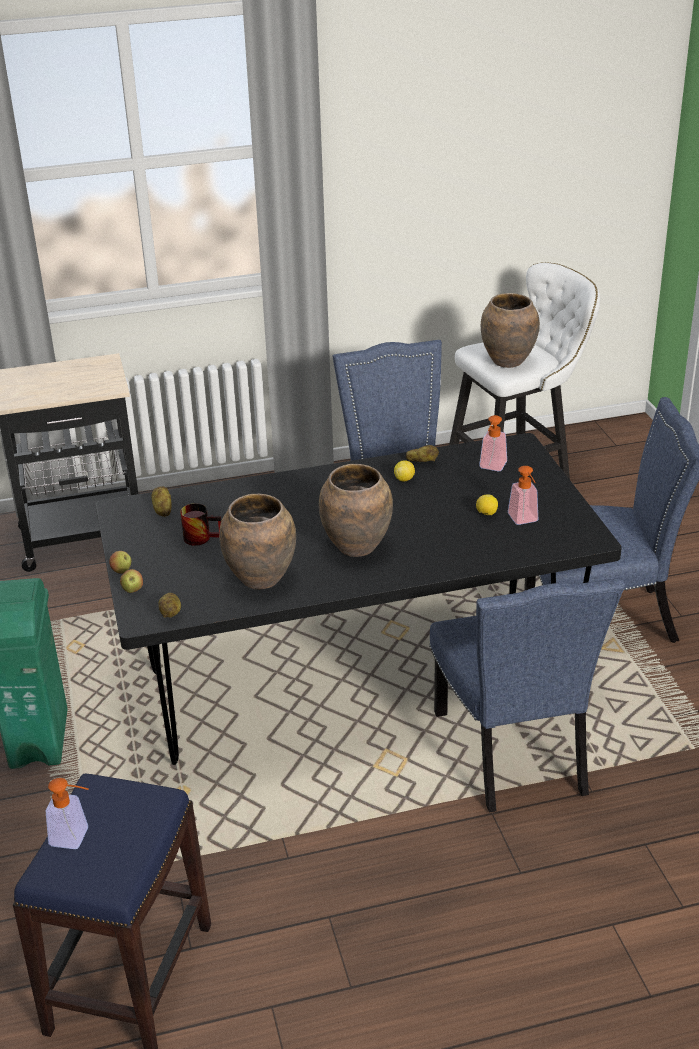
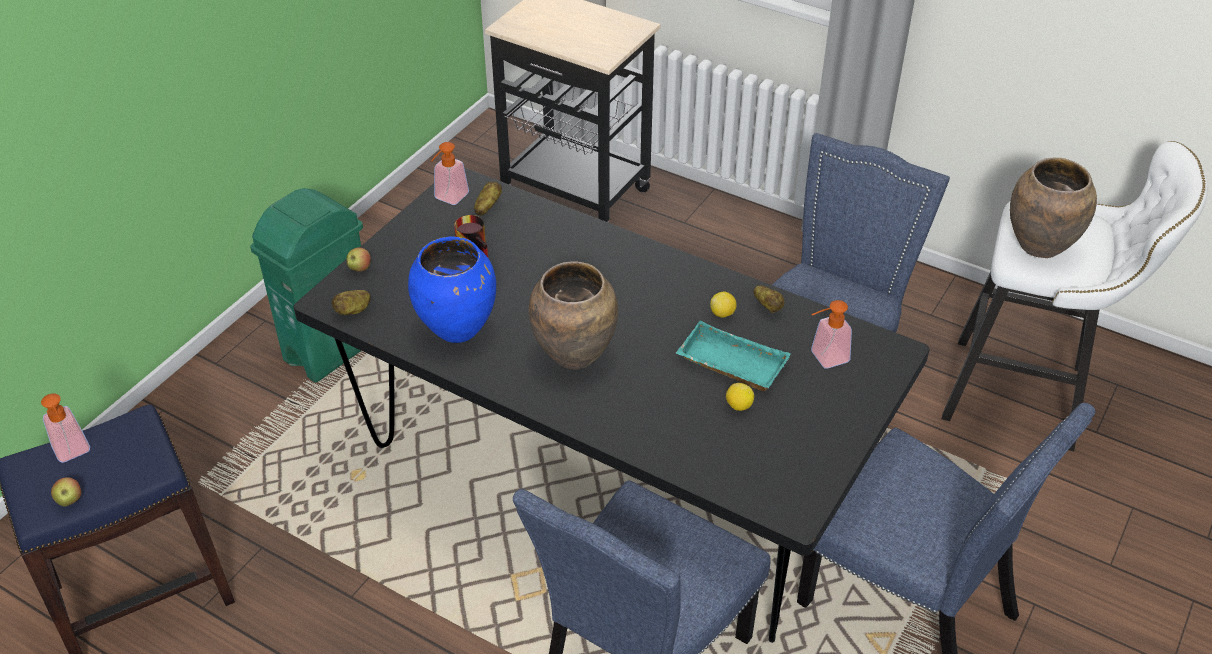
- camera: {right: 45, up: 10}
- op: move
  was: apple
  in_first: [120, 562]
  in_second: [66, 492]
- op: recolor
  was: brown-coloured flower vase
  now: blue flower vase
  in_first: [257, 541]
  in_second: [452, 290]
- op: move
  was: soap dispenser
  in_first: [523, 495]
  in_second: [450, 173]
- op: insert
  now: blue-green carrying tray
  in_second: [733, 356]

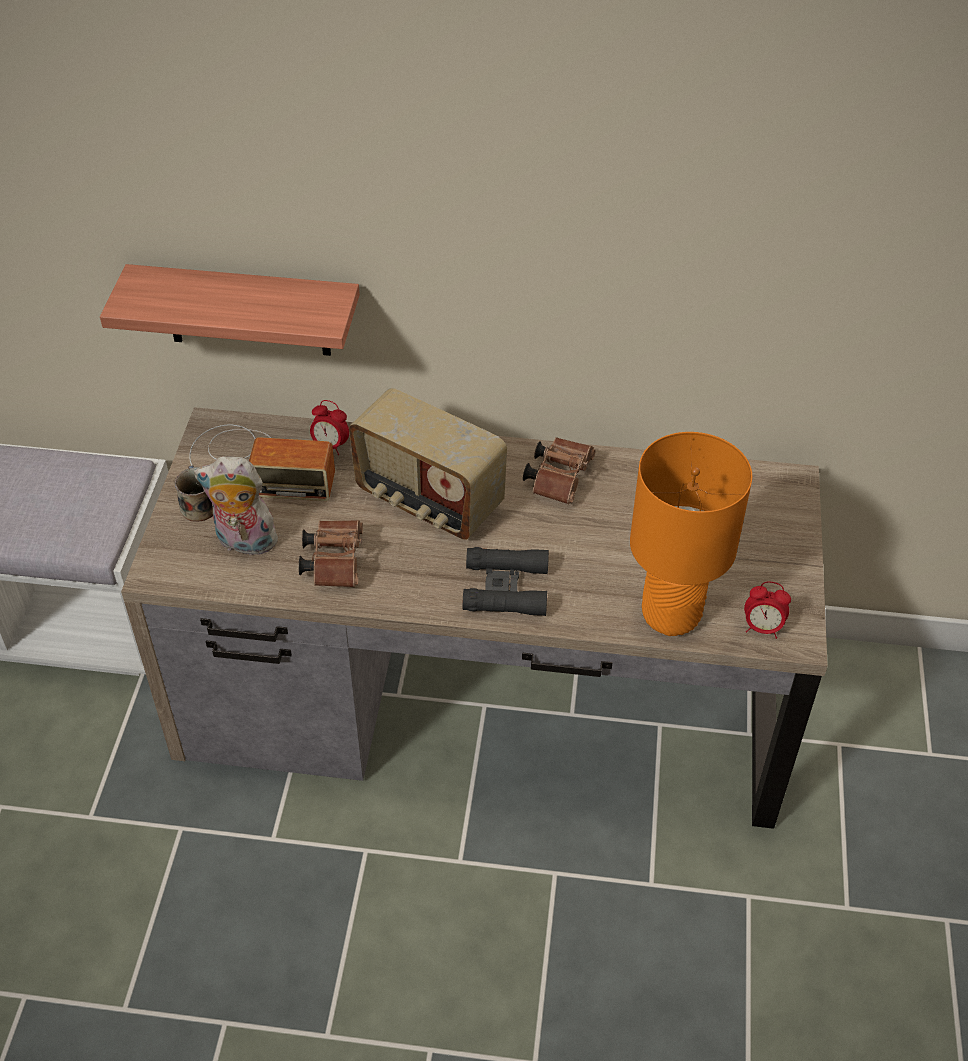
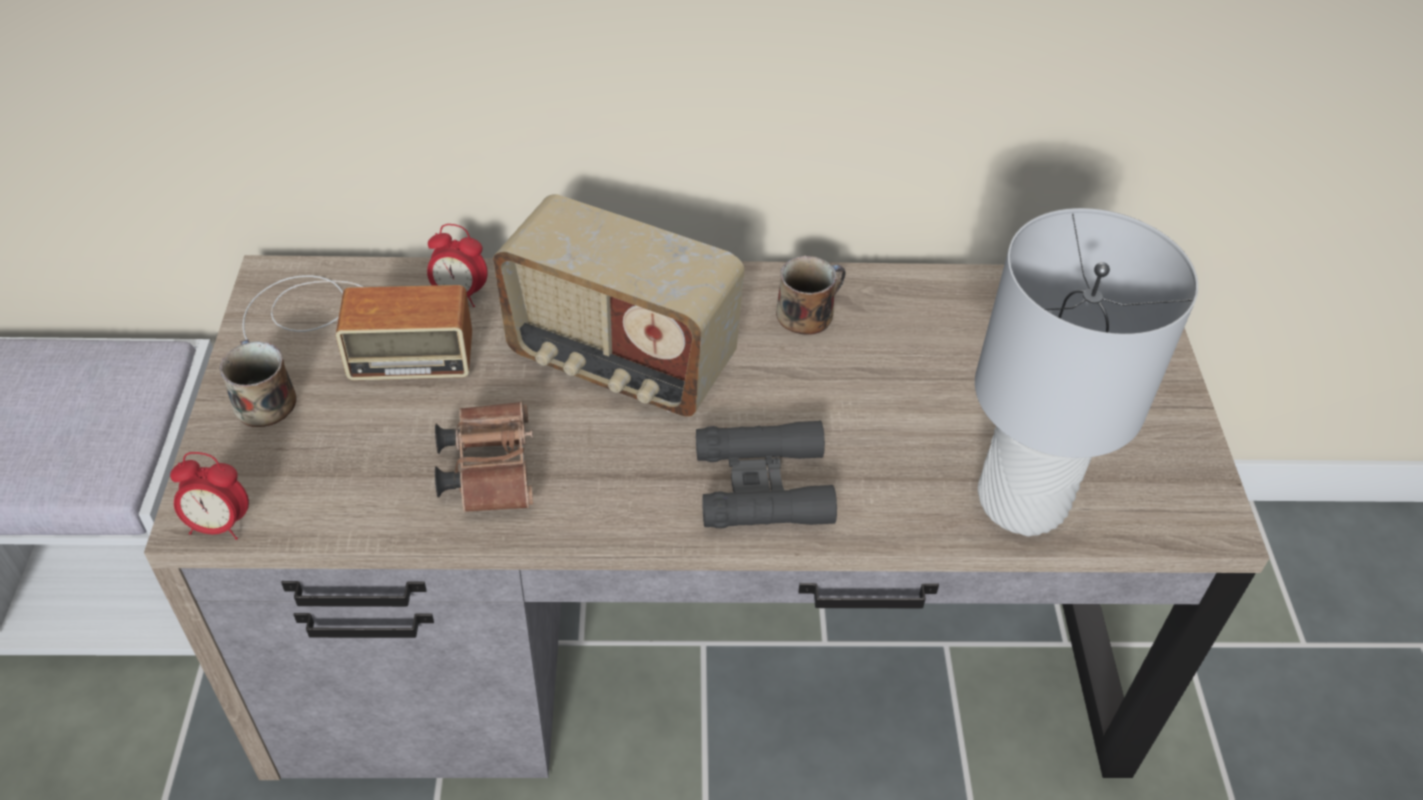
- camera: {right: -10, up: 0}
- op: move
  was: bedside clock
  in_first: [767, 610]
  in_second: [209, 496]
- op: replace
  was: brown-coloured field glasses
  now: mug
  in_first: [559, 471]
  in_second: [811, 295]
- op: recolor
  was: orange lamp for a table
  now: gray lamp for a table
  in_first: [691, 534]
  in_second: [1086, 372]
- op: delete
  was: shelf
  in_first: [230, 310]
- op: delete
  was: plush toy
  in_first: [237, 506]

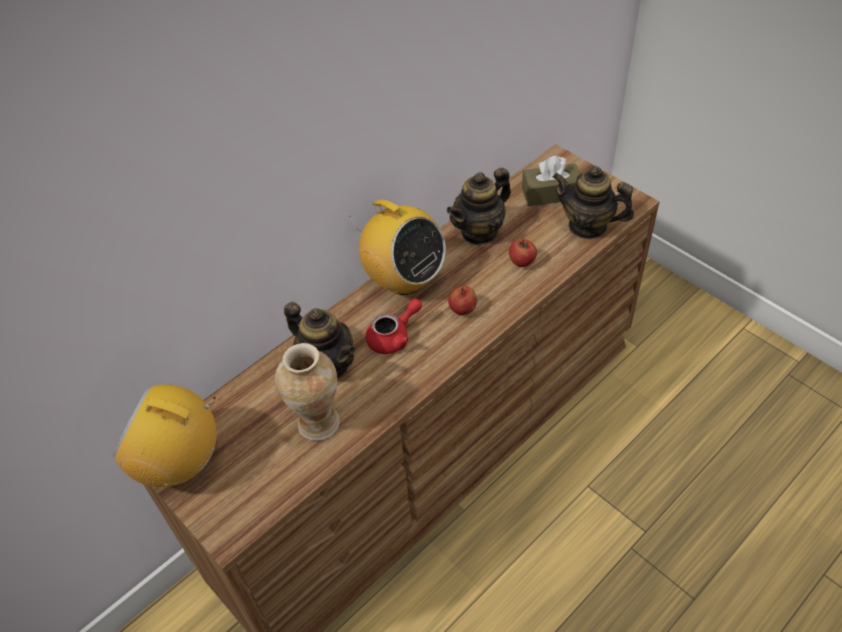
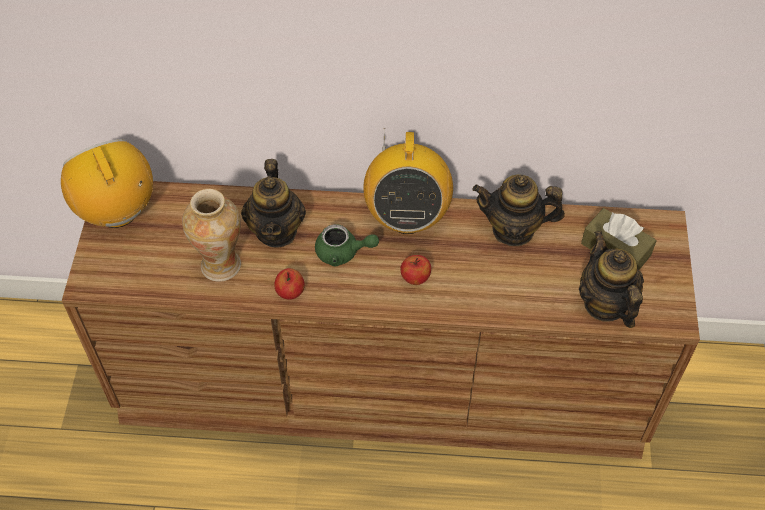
- camera: {right: 45, up: 5}
- op: move
  was: apple
  in_first: [523, 253]
  in_second: [289, 284]
- op: recolor
  was: red pot for tea
  now: green-coloured pot for tea
  in_first: [394, 326]
  in_second: [347, 245]

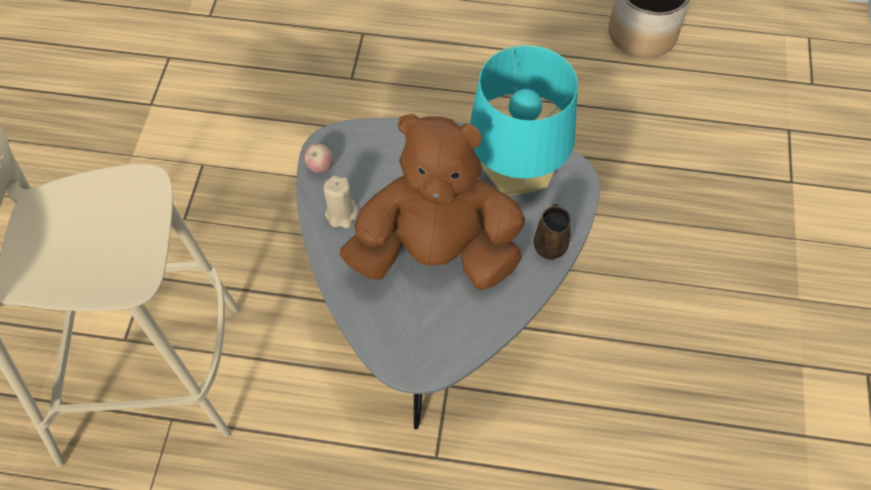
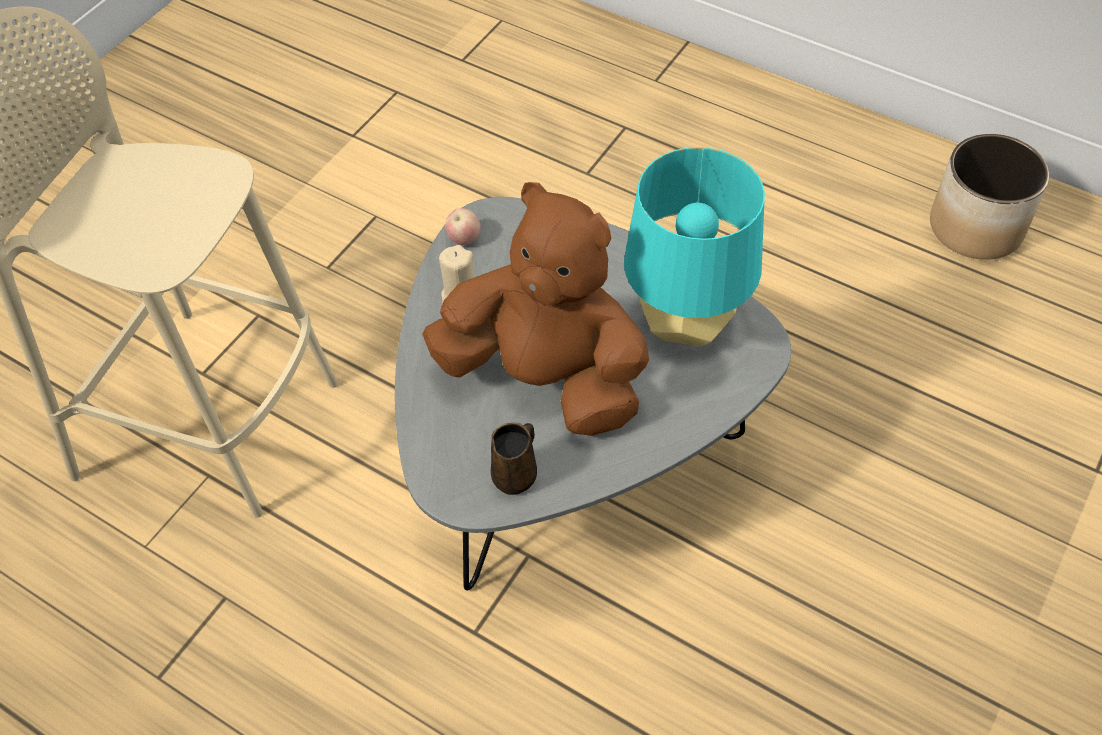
- camera: {right: 25, up: -5}
- op: move
  was: brown-coloured mug
  in_first: [552, 232]
  in_second: [514, 459]

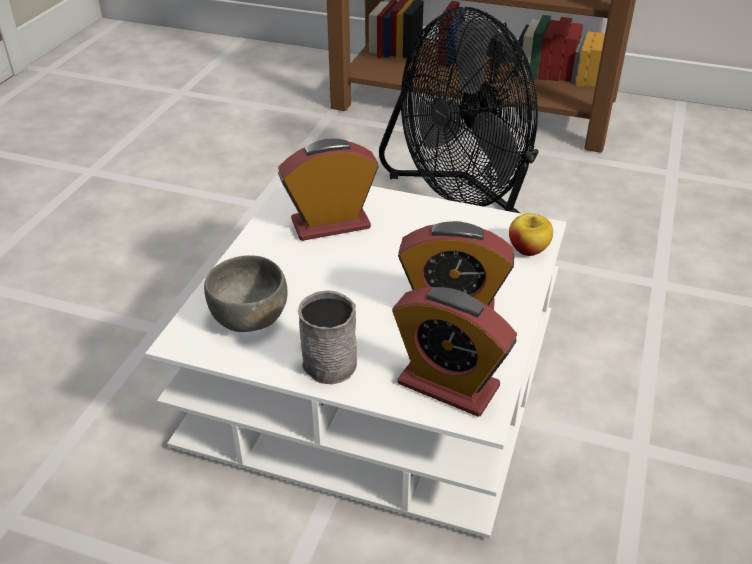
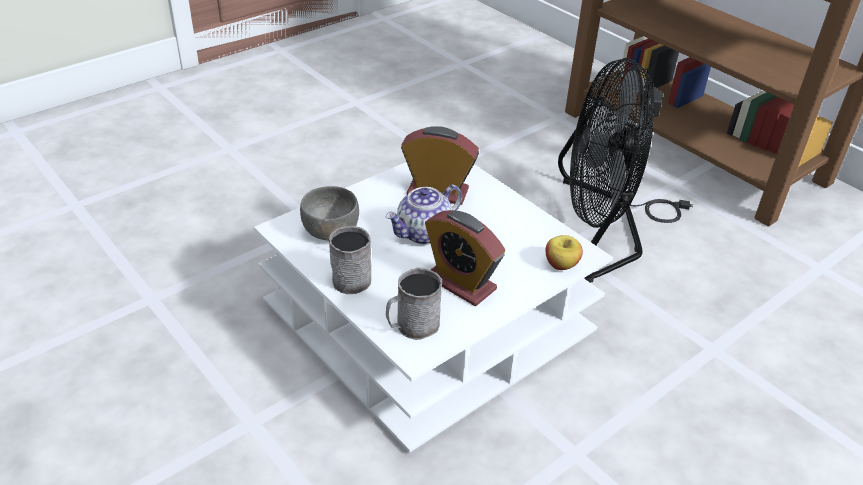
- camera: {right: 30, up: 0}
- op: insert
  now: pot for tea
  in_second: [423, 214]
- op: replace
  was: bedside clock
  now: gray mug
  in_first: [454, 352]
  in_second: [414, 303]

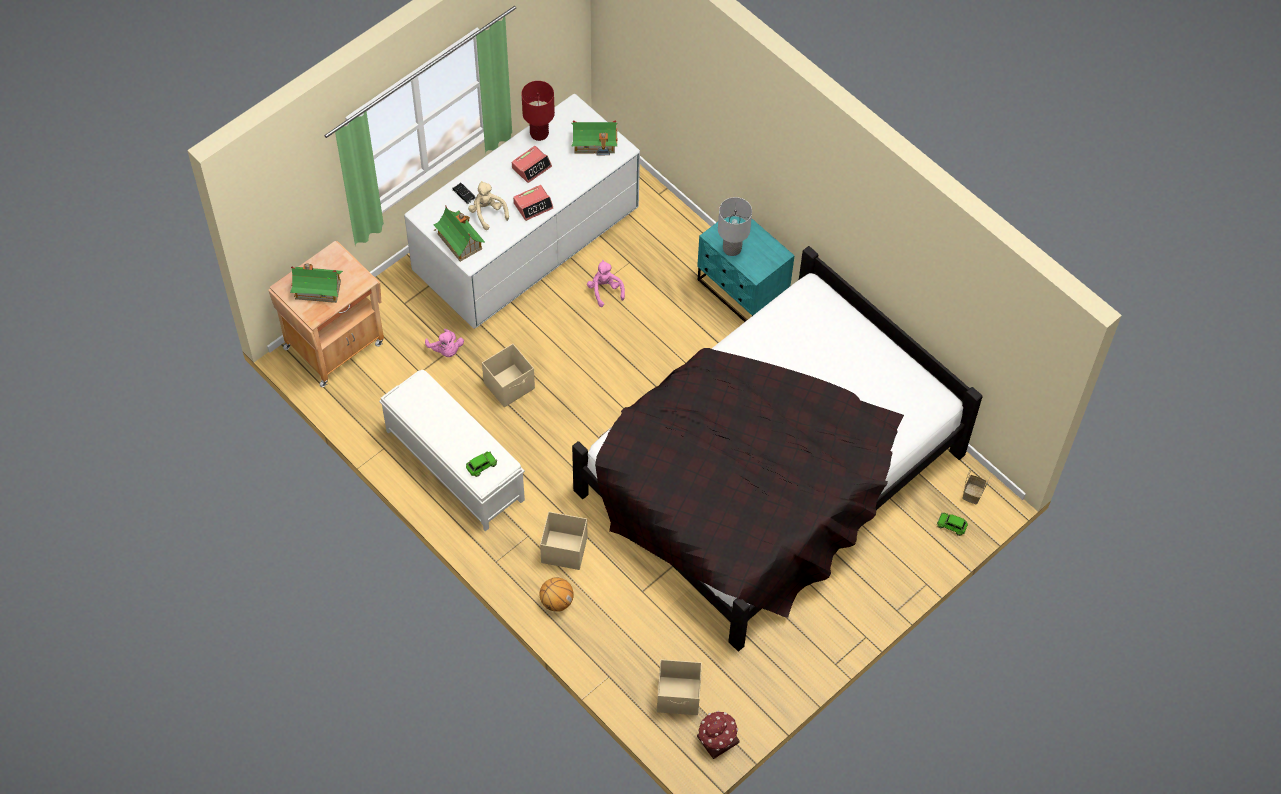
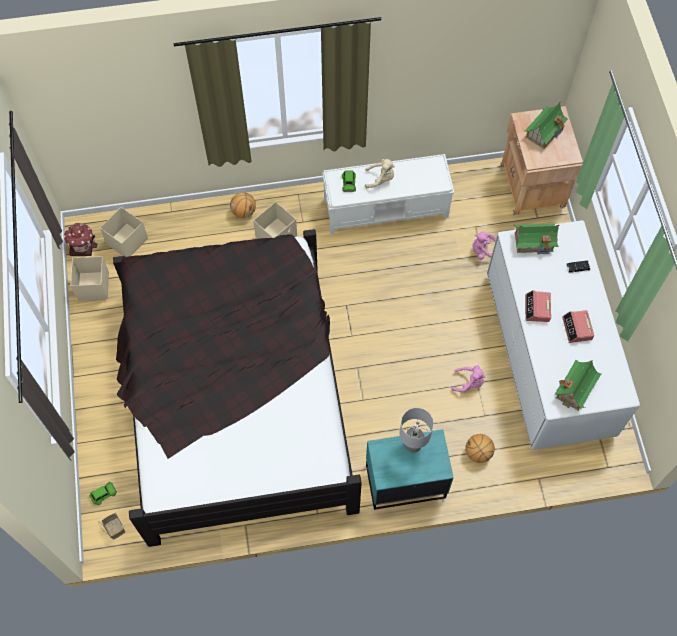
- camera: {right: 125, up: 5}
- op: move
  was: sand-coloured storage bin
  in_first: [508, 375]
  in_second: [89, 278]
- op: move
  was: sand-coloured plush toy
  in_first: [488, 205]
  in_second: [380, 173]
- op: insert
  now: basketball ball
  in_second: [480, 448]
- op: delete
  was: red lamp for a table
  in_first: [538, 111]

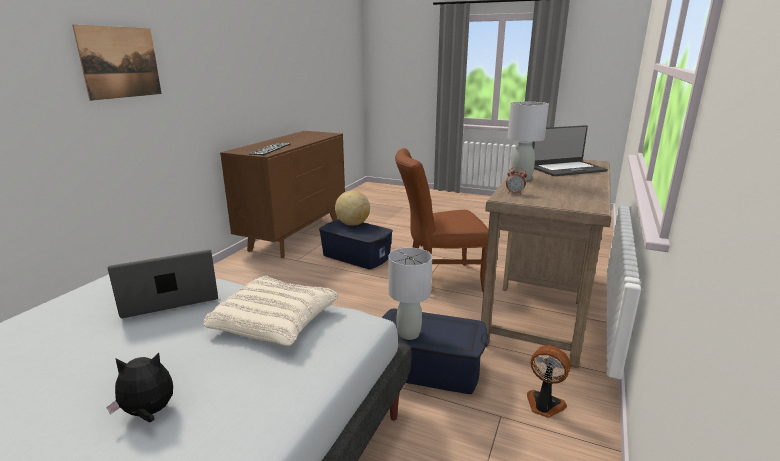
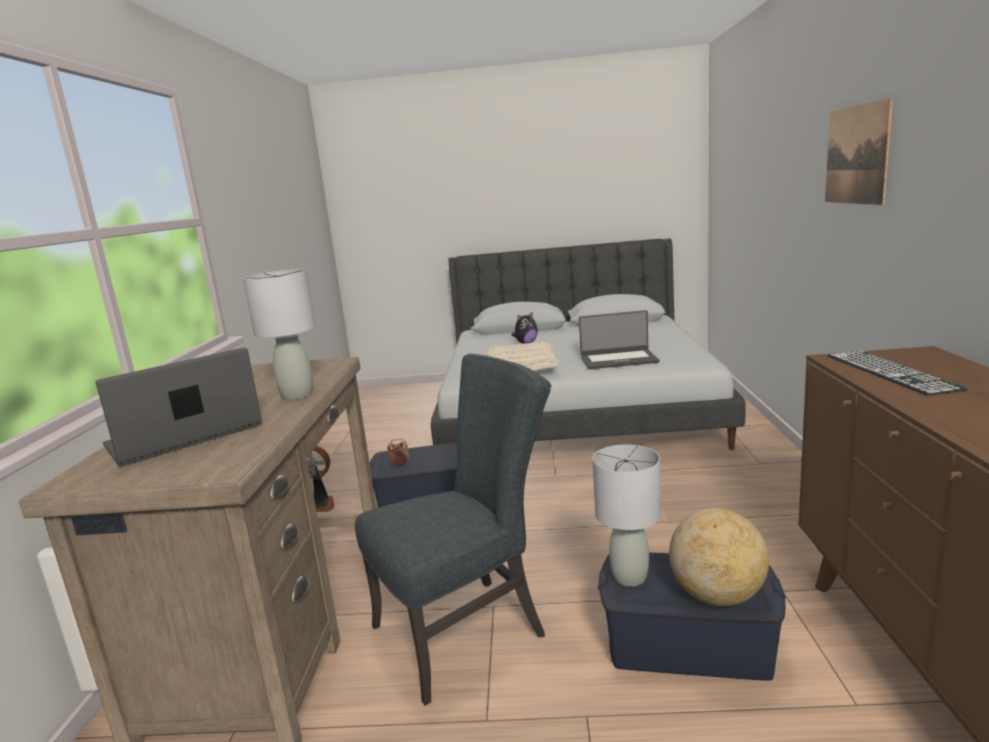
- camera: {right: 160, up: -5}
- op: recolor
  was: brown-coloured upright chair
  now: gray upright chair
  in_first: [441, 219]
  in_second: [453, 529]
- op: move
  was: bedside clock
  in_first: [516, 181]
  in_second: [398, 453]
- op: rotate
  was: notebook computer
  in_first: [163, 284]
  in_second: [619, 339]
  clockwise: 45
- op: move
  was: gray lamp for a table
  in_first: [410, 294]
  in_second: [626, 515]

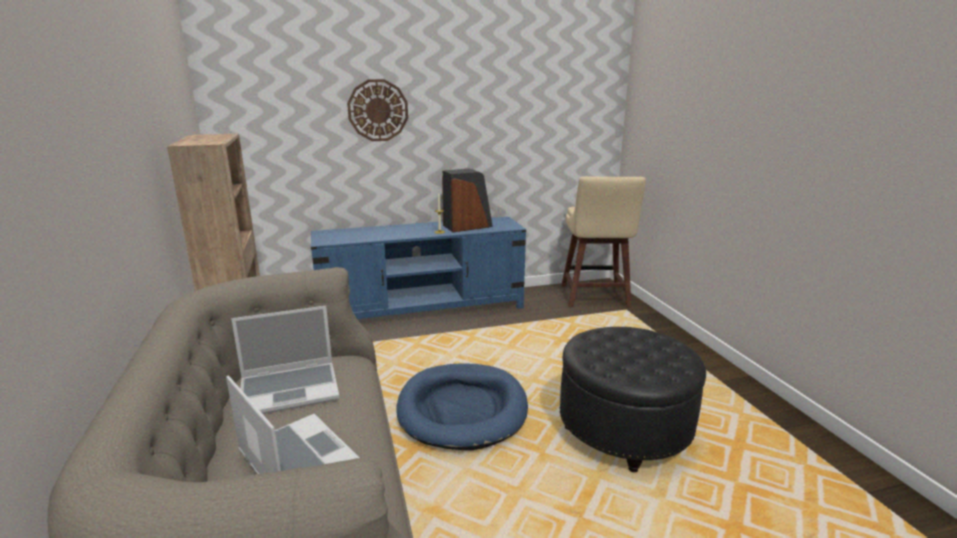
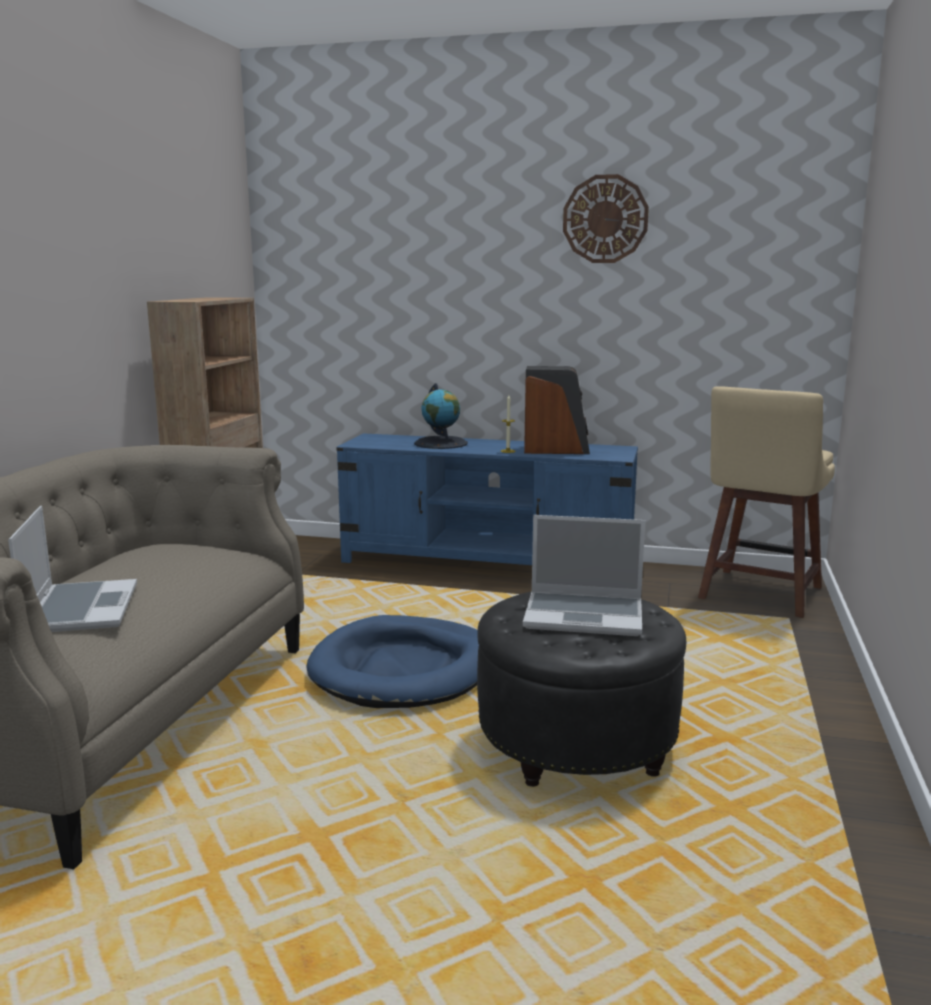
- camera: {right: 30, up: -5}
- op: insert
  now: desk globe
  in_second: [441, 416]
- op: move
  was: notebook computer
  in_first: [285, 360]
  in_second: [584, 575]
- op: move
  was: hanging clock
  in_first: [377, 110]
  in_second: [606, 218]

